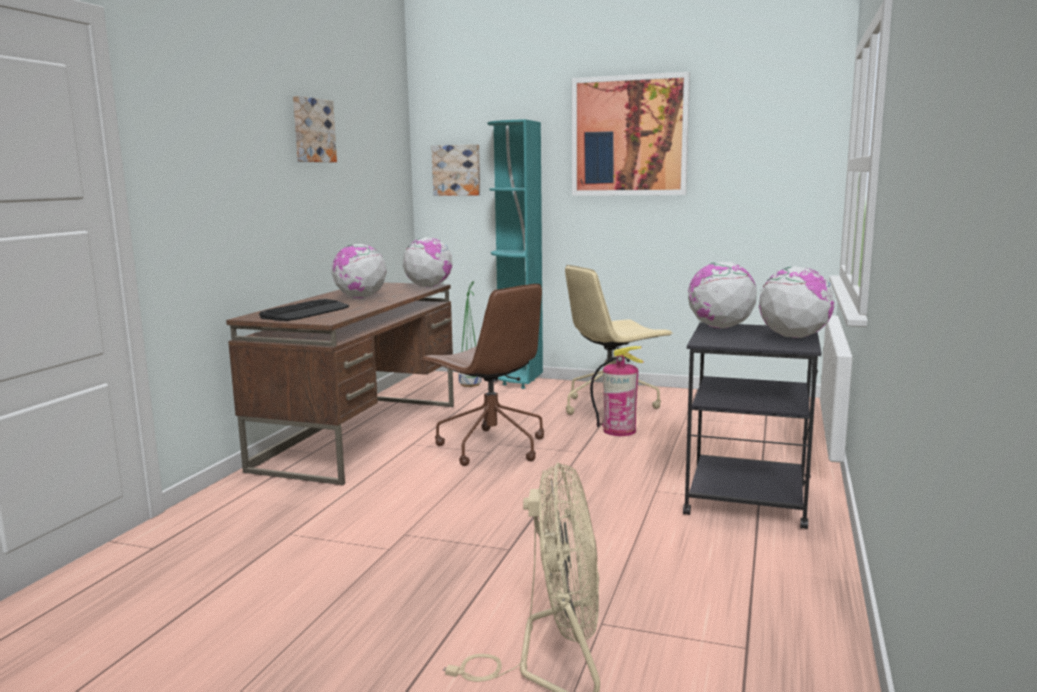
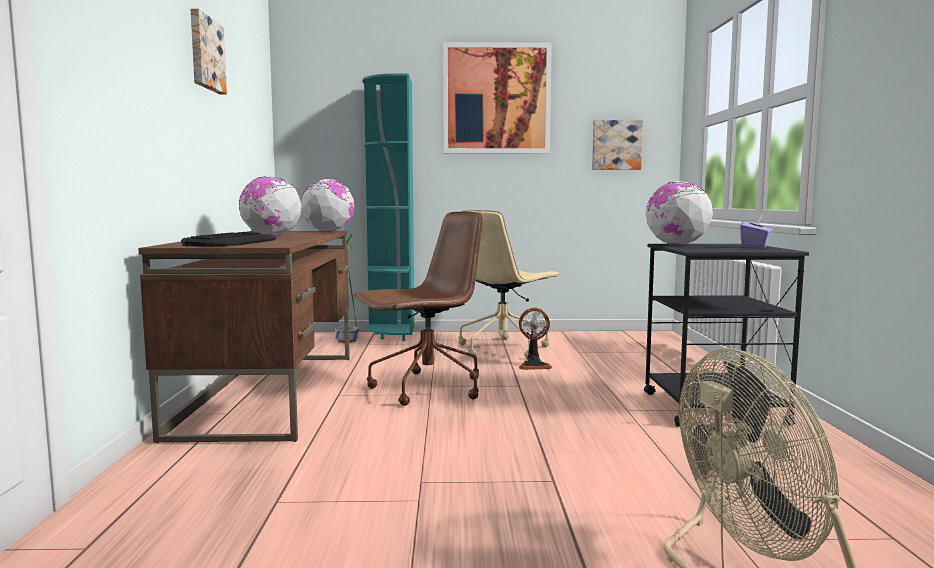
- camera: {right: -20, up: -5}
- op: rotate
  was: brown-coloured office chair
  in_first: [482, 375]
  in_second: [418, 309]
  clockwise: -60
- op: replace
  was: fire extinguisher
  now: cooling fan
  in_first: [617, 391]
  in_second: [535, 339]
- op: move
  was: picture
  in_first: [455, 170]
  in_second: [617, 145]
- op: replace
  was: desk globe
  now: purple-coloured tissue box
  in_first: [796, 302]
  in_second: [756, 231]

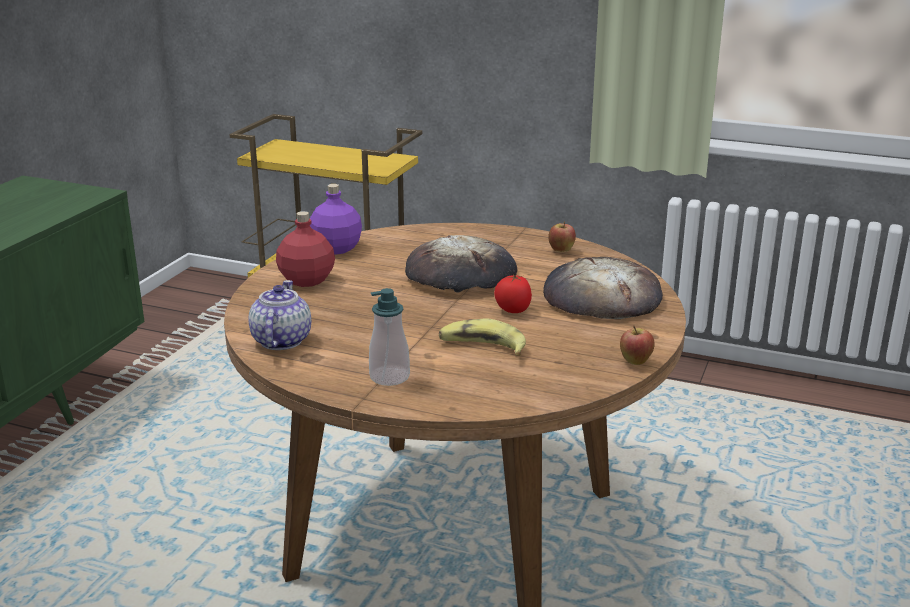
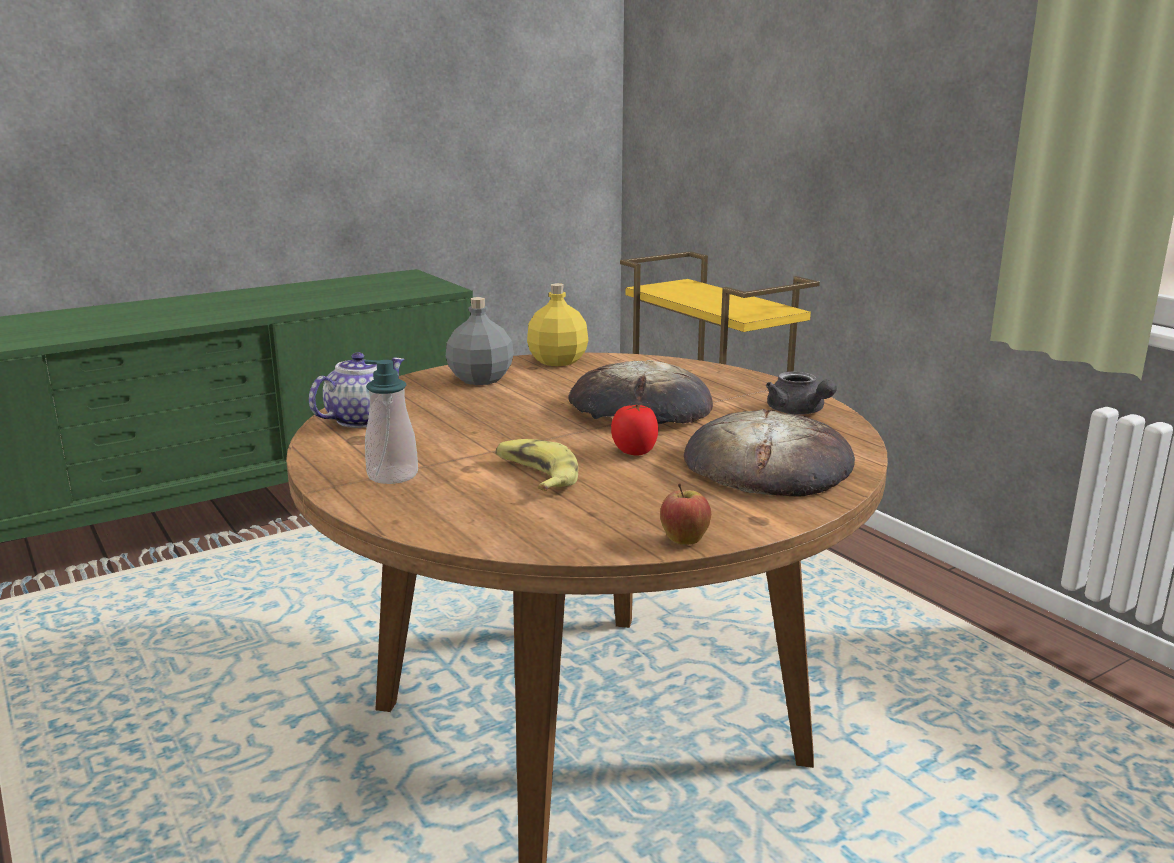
- camera: {right: 35, up: -5}
- op: recolor
  was: red beverage bottle
  now: gray beverage bottle
  in_first: [305, 249]
  in_second: [480, 341]
- op: recolor
  was: purple-coloured beverage bottle
  now: yellow beverage bottle
  in_first: [336, 219]
  in_second: [557, 324]
- op: replace
  was: apple
  now: gray pot for tea
  in_first: [562, 237]
  in_second: [801, 393]

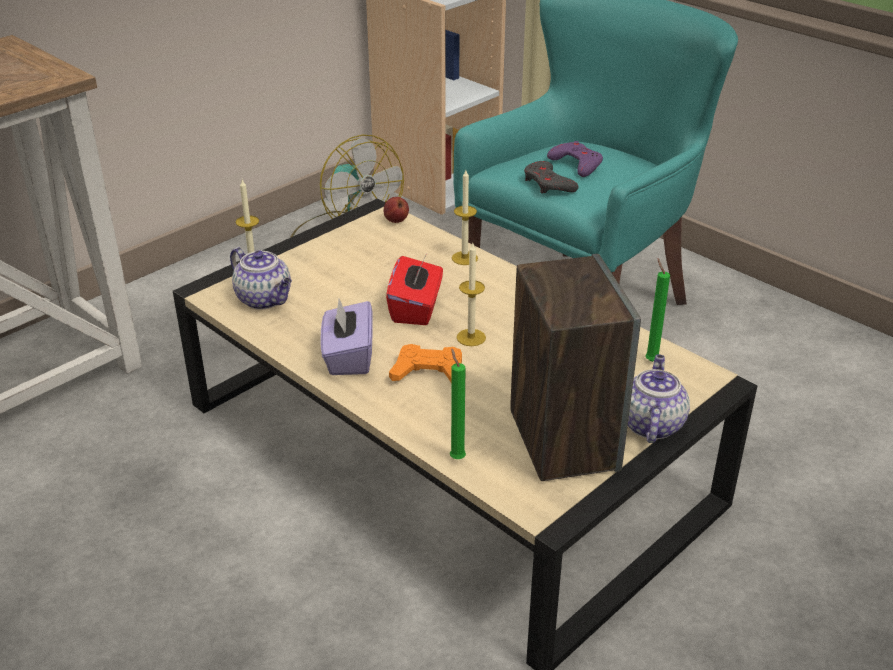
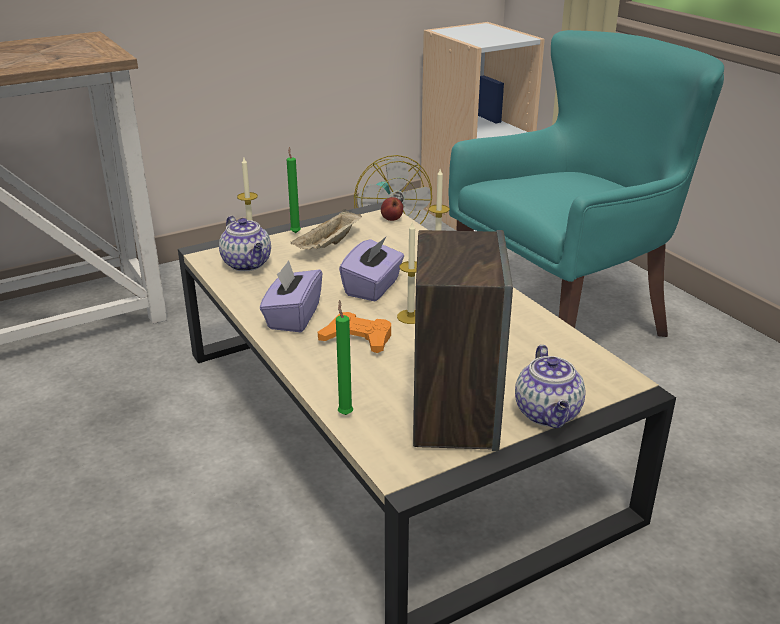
- camera: {right: 15, up: -5}
- op: move
  was: green-coloured candle
  in_first: [657, 310]
  in_second: [294, 190]
- op: insert
  now: sand-coloured carrying tray
  in_second: [326, 229]
- op: recolor
  was: red tissue box
  now: purple-coloured tissue box
  in_first: [414, 290]
  in_second: [371, 269]
- op: rotate
  was: pot for tea
  in_first: [659, 398]
  in_second: [550, 386]
  clockwise: 150
- op: delete
  was: gray game controller
  in_first: [551, 177]
- op: delete
  was: purple-coloured game controller
  in_first: [575, 159]

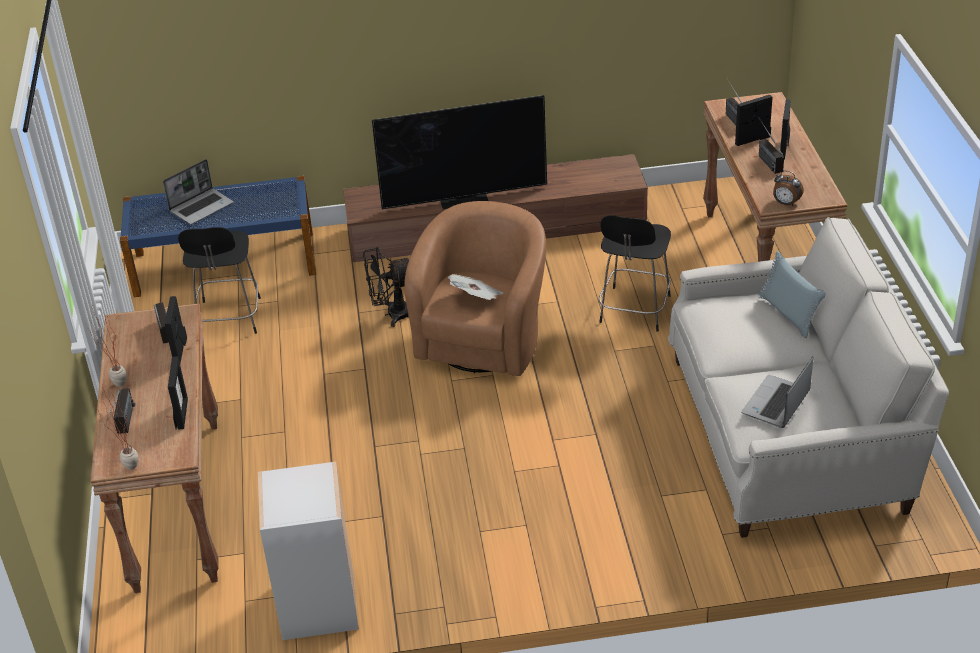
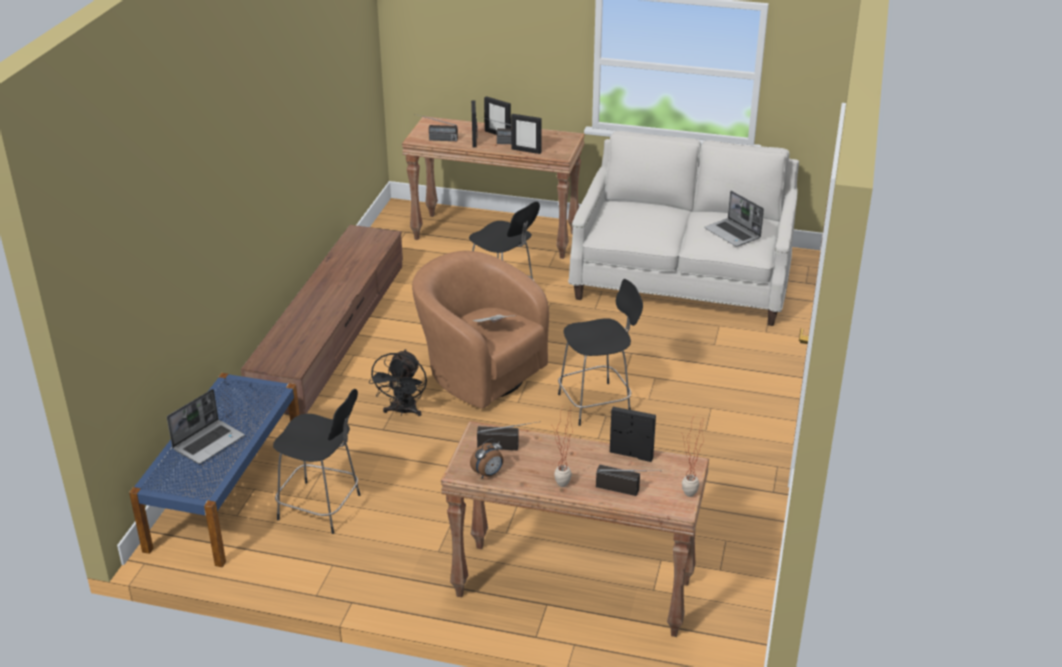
- camera: {right: -70, up: -5}
- op: rotate
  was: notebook computer
  in_first: [198, 192]
  in_second: [206, 426]
  clockwise: 60
- op: move
  was: bedside clock
  in_first: [788, 188]
  in_second: [486, 458]
- op: move
  was: picture frame
  in_first: [176, 329]
  in_second: [526, 134]
- op: insert
  now: black-coloured stool
  in_second: [600, 352]
- op: delete
  was: shelving unit
  in_first: [308, 550]
- op: delete
  was: TV
  in_first: [459, 152]
- op: delete
  was: blue pillow
  in_first: [792, 294]

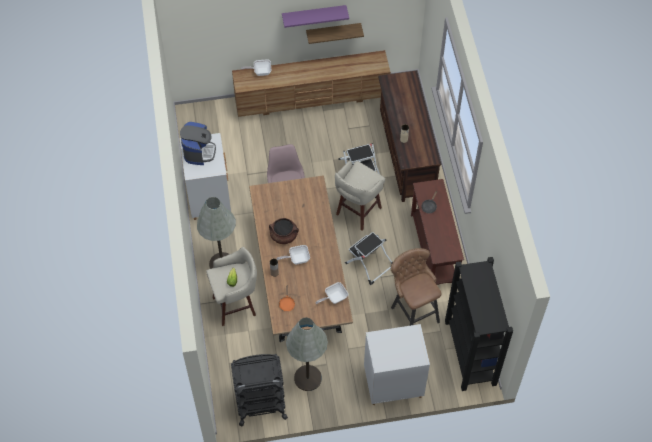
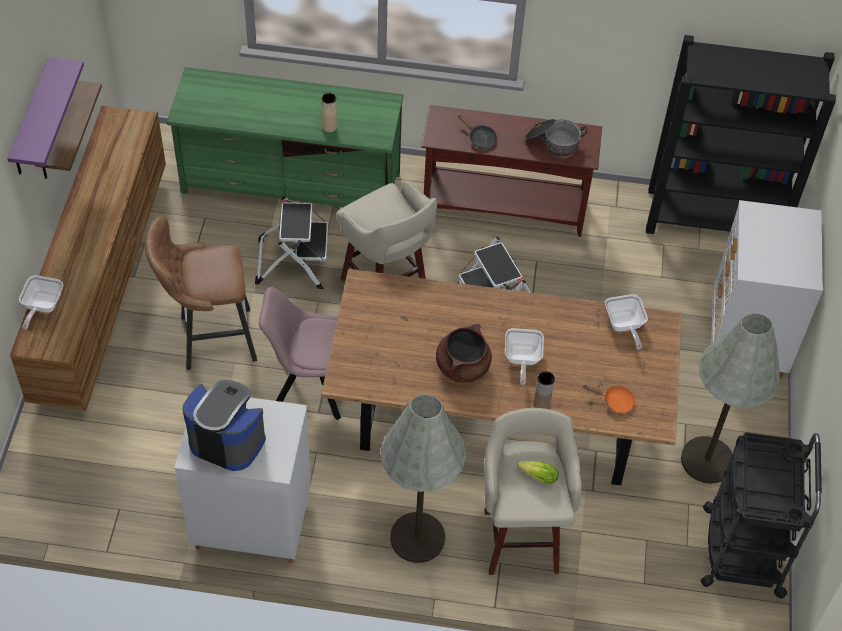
- camera: {right: -75, up: -5}
- op: move
  was: brown-coloured stool
  in_first: [416, 287]
  in_second: [201, 292]
- op: recolor
  was: brown-coloured drawer chest
  now: green-coloured drawer chest
  in_first: [409, 136]
  in_second: [285, 137]
- op: insert
  now: cooking pot
  in_second: [556, 137]

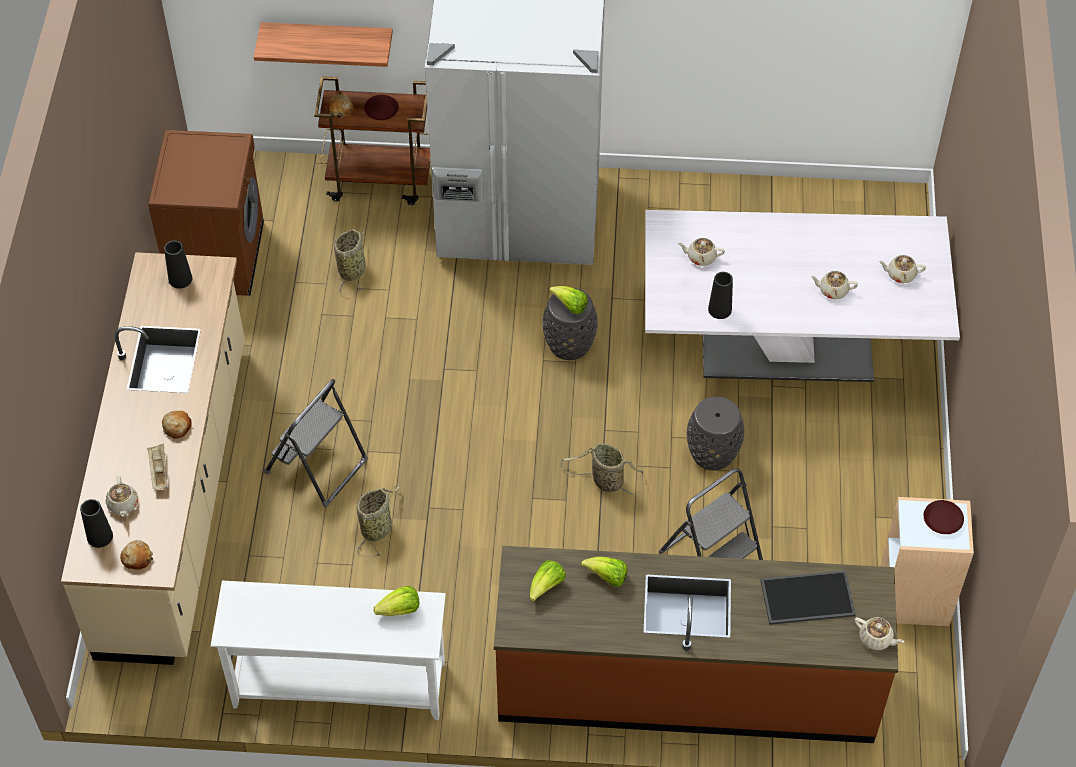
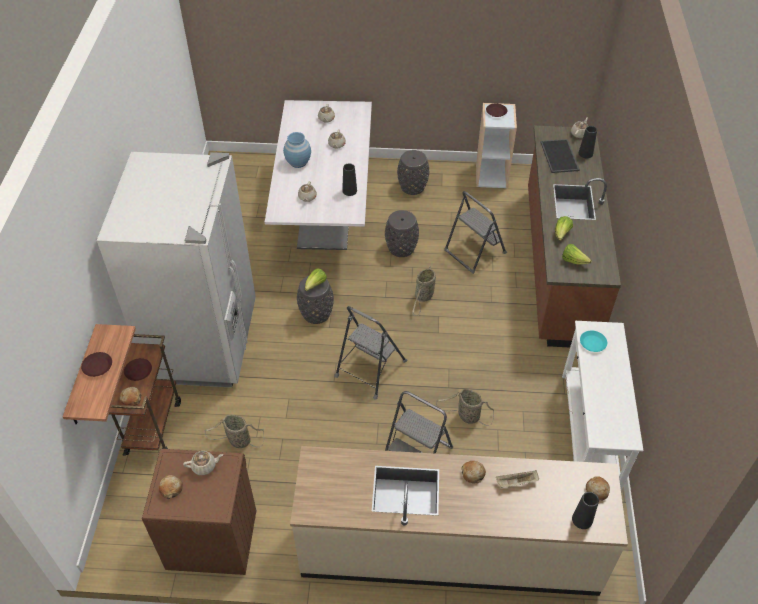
- camera: {right: -90, up: -5}
- op: insert
  now: brown-coloured flat dish
  in_second: [96, 364]
- op: insert
  now: bread
  in_second: [171, 487]
- op: move
  was: sand-coloured pot for tea
  in_first: [122, 496]
  in_second: [203, 463]
- op: insert
  now: blue flower vase
  in_second: [297, 150]
- op: insert
  now: gray step stool
  in_second: [370, 352]
- op: insert
  now: gray stool
  in_second: [413, 172]
- op: move
  was: black-coloured flower vase
  in_first: [178, 264]
  in_second: [588, 142]
- op: replace
  was: head of lettuce
  now: blue-green flat dish
  in_first: [396, 601]
  in_second: [593, 341]

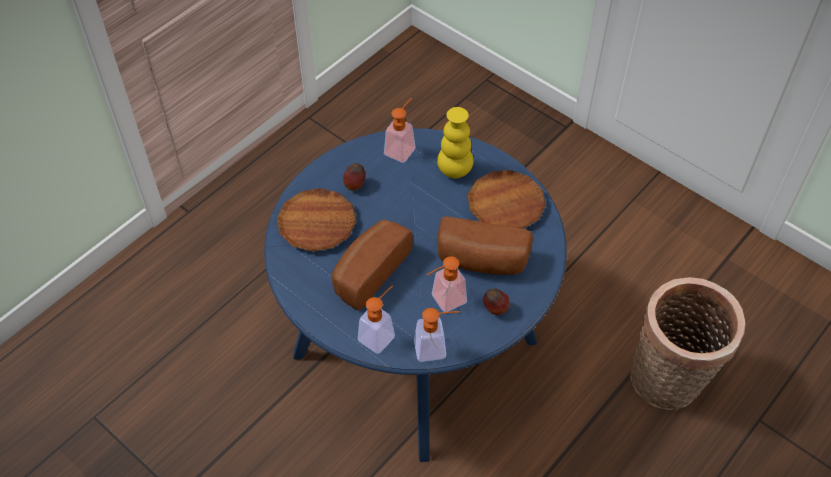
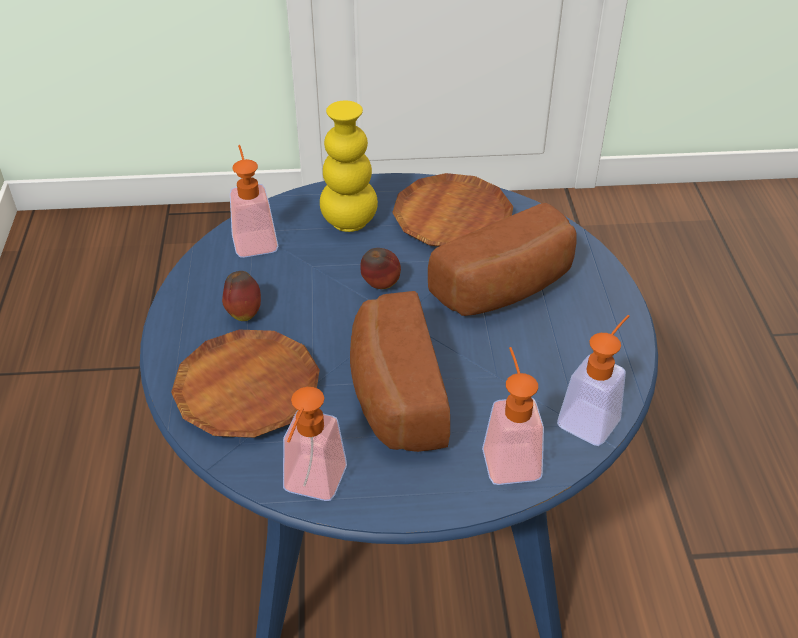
- camera: {right: -45, up: -10}
- op: move
  was: soap dispenser
  in_first: [447, 284]
  in_second: [315, 444]
- op: move
  was: apple
  in_first: [496, 301]
  in_second: [380, 268]
- op: delete
  was: household basket
  in_first: [688, 343]

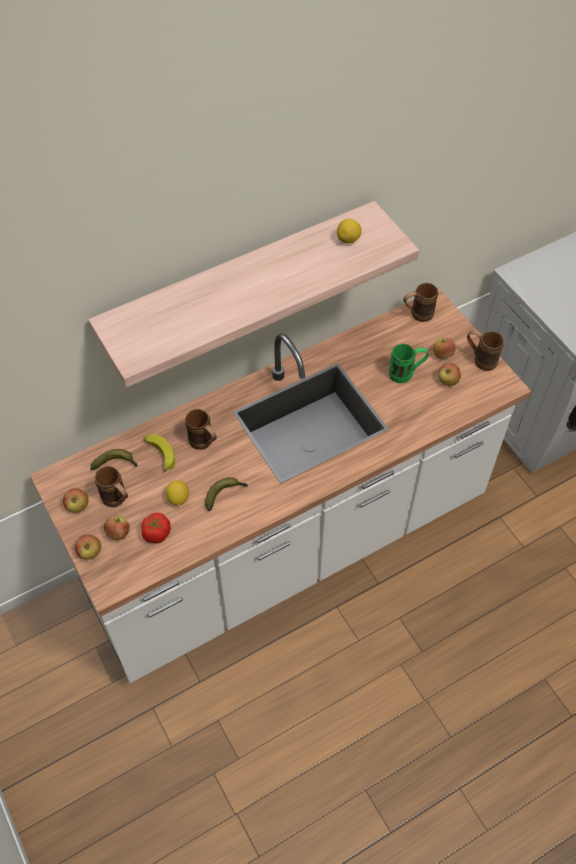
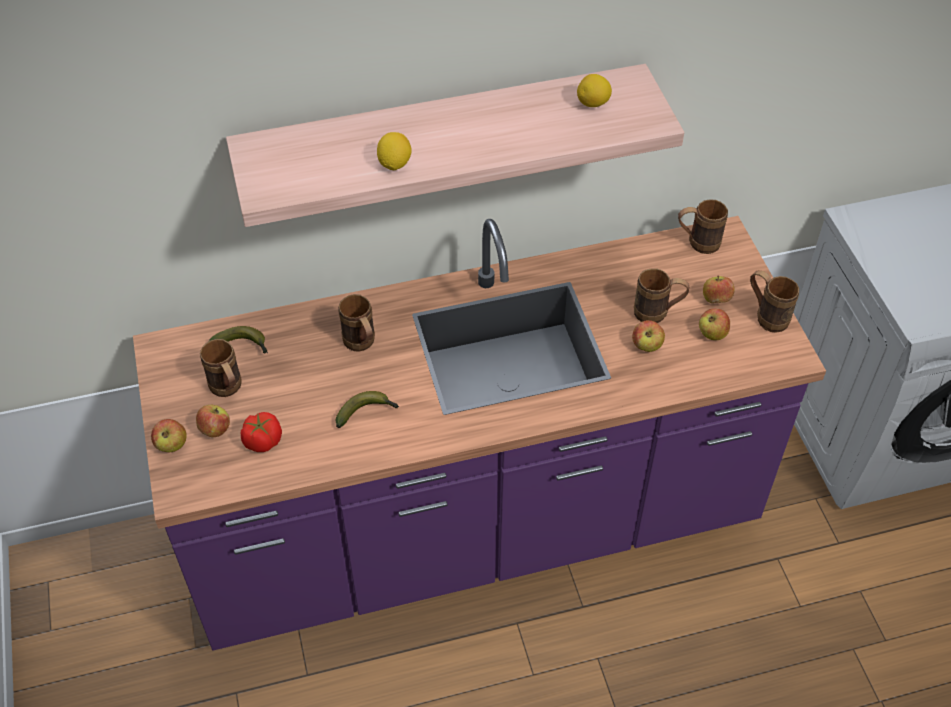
- camera: {right: 15, up: -5}
- op: recolor
  was: white kitchen base unit
  now: purple-coloured kitchen base unit
  in_first: [280, 485]
  in_second: [479, 433]
- op: move
  was: lemon
  in_first: [177, 493]
  in_second: [394, 151]
- op: move
  was: apple
  in_first: [76, 500]
  in_second: [648, 336]
- op: recolor
  was: green-coloured mug
  now: brown-coloured mug
  in_first: [409, 363]
  in_second: [661, 295]
- op: delete
  was: banana fruit
  in_first: [159, 453]

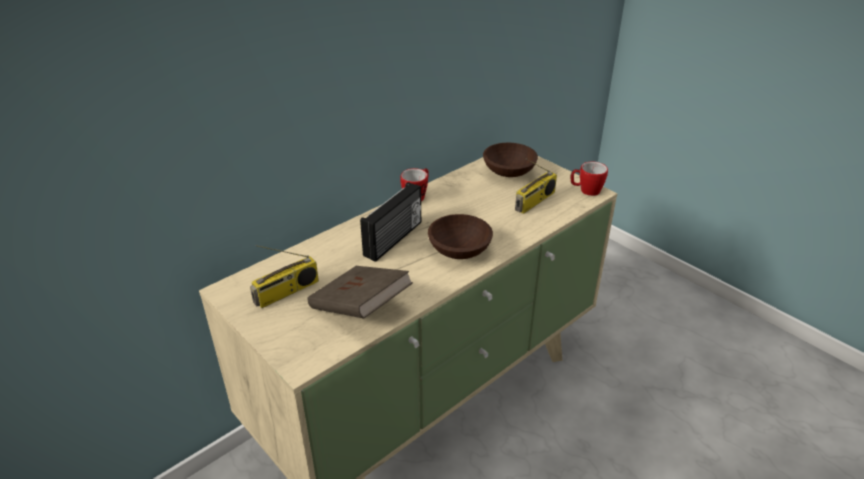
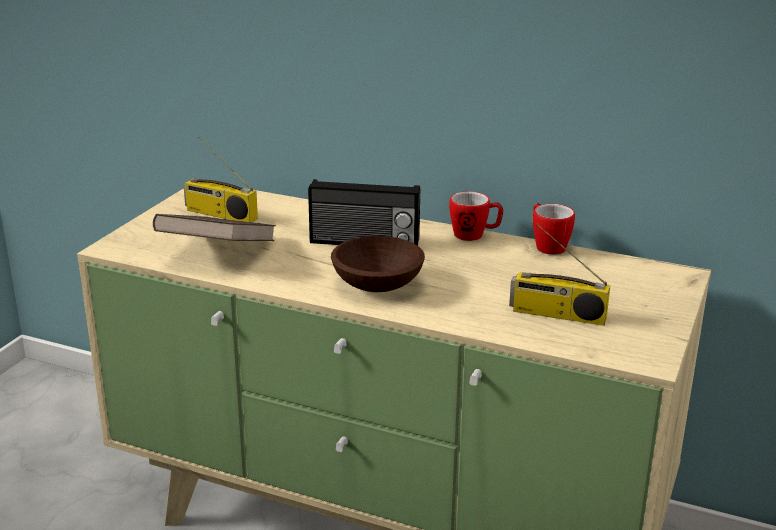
- camera: {right: 65, up: -10}
- op: move
  was: mug
  in_first: [589, 178]
  in_second: [554, 229]
- op: delete
  was: brown-coloured serving bowl
  in_first: [510, 160]

